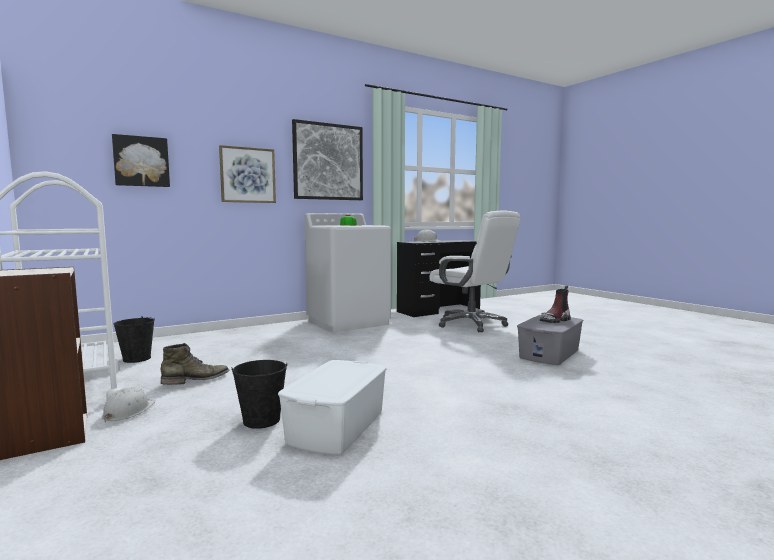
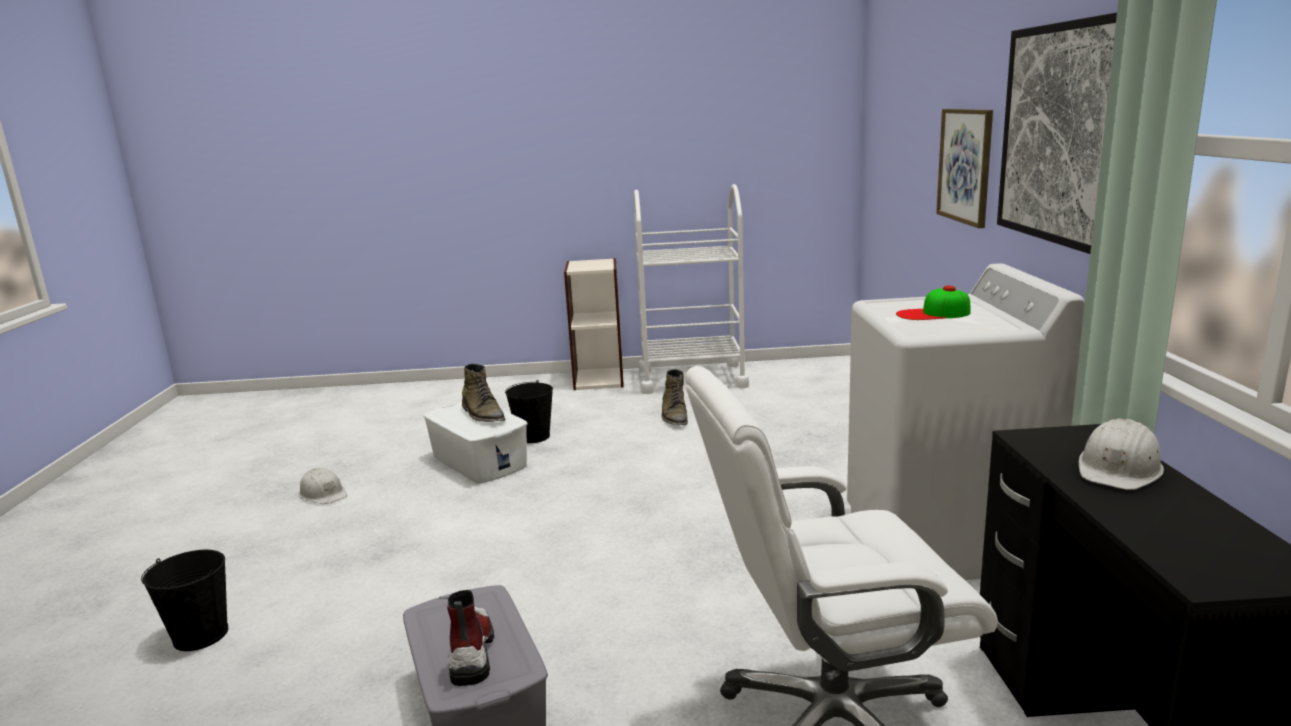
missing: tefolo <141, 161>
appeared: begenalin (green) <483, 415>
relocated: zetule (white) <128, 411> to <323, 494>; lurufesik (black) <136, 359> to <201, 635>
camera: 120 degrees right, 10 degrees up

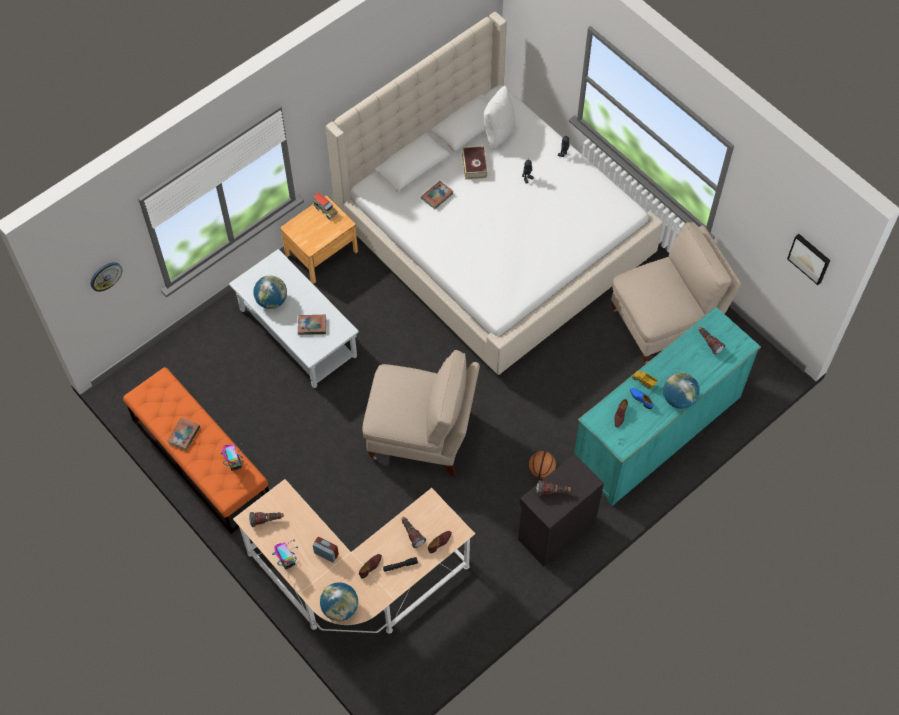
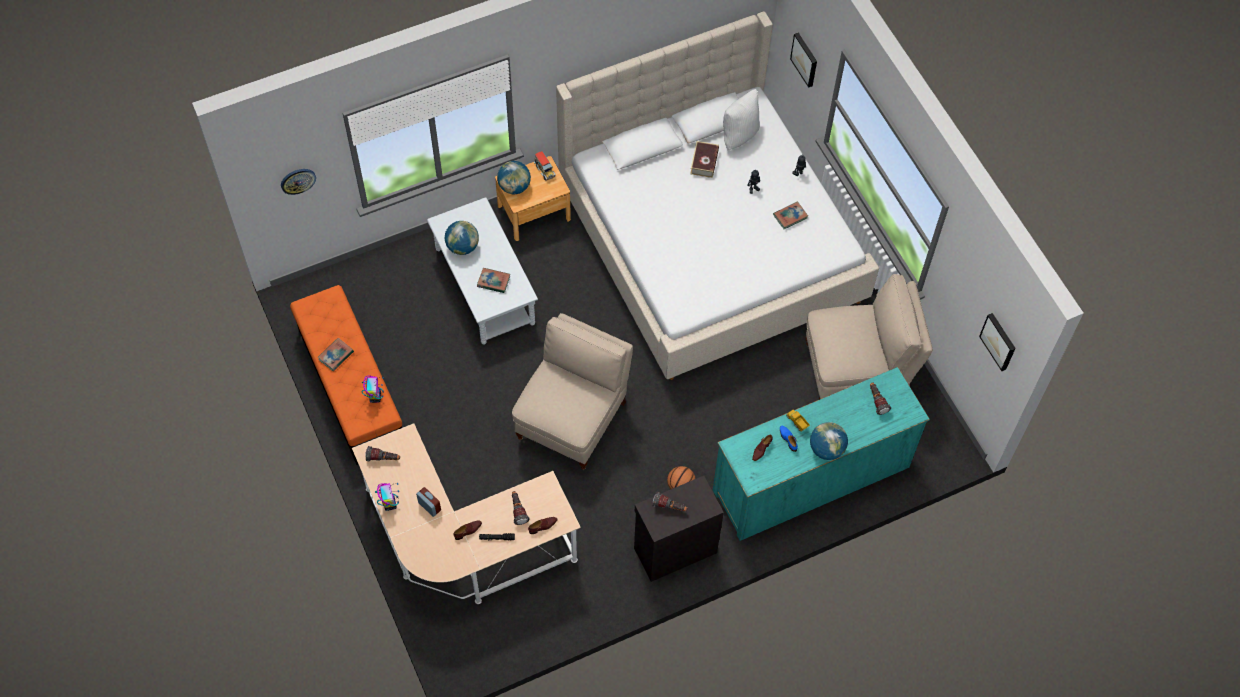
appeared: tefolo <805, 59>
relocated: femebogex <340, 608> to <514, 187>; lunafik <437, 196> to <790, 216>
spun: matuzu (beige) <421, 435> = <573, 419> 90 degrees counterclockwise
camera: 15 degrees right, 0 degrees up

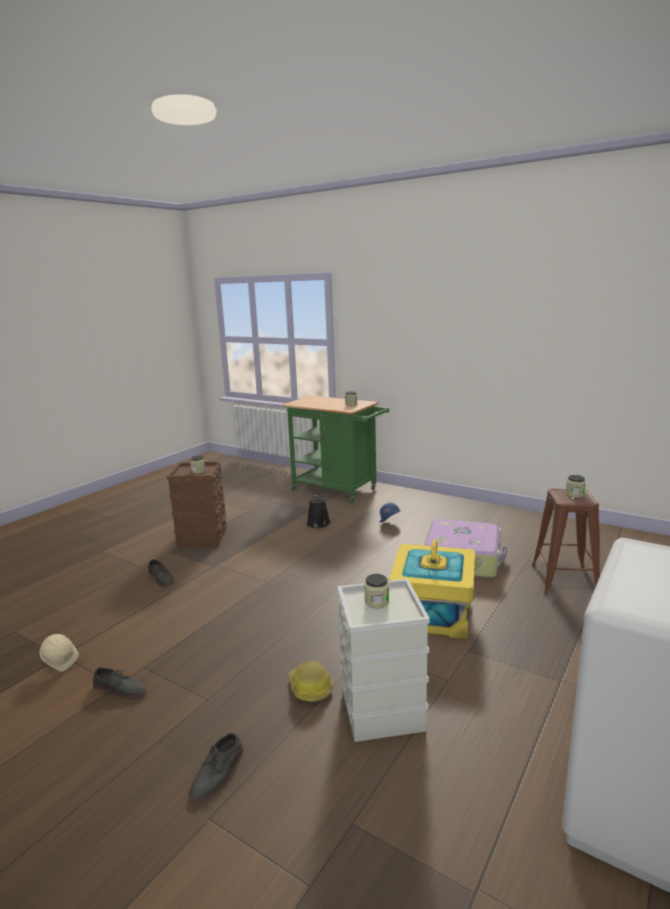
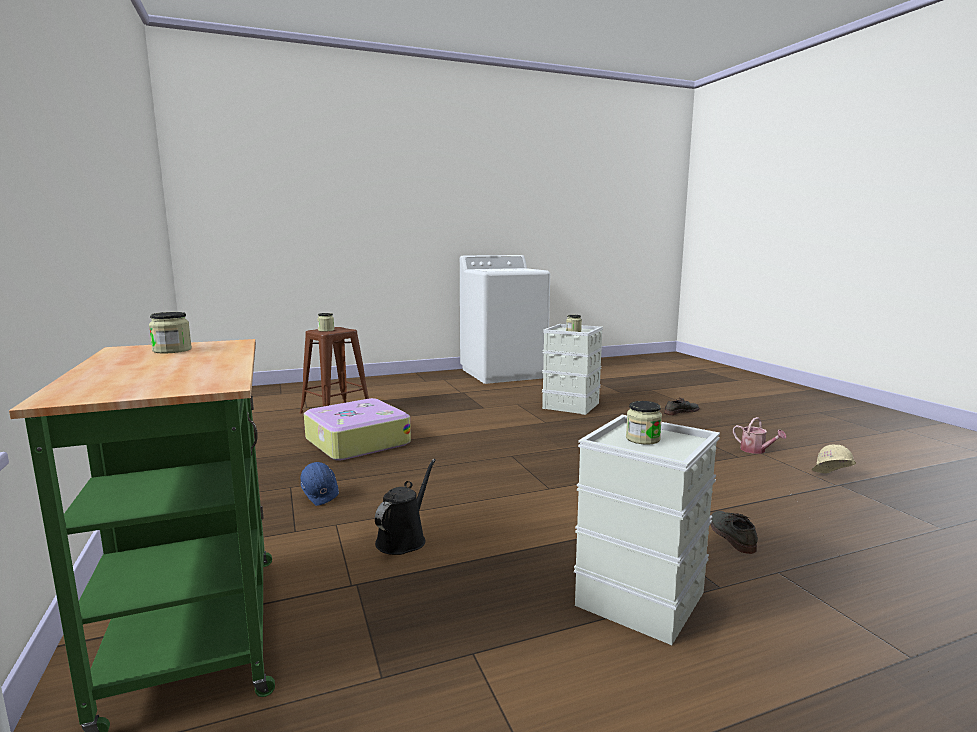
missing: zetule <309, 688>; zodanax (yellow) <432, 614>
exchanged: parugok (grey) <120, 688> to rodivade <756, 450>
colour: zodanax (brown) <203, 537> to zodanax (grey) <638, 599>
camera: 145 degrees left, 5 degrees down

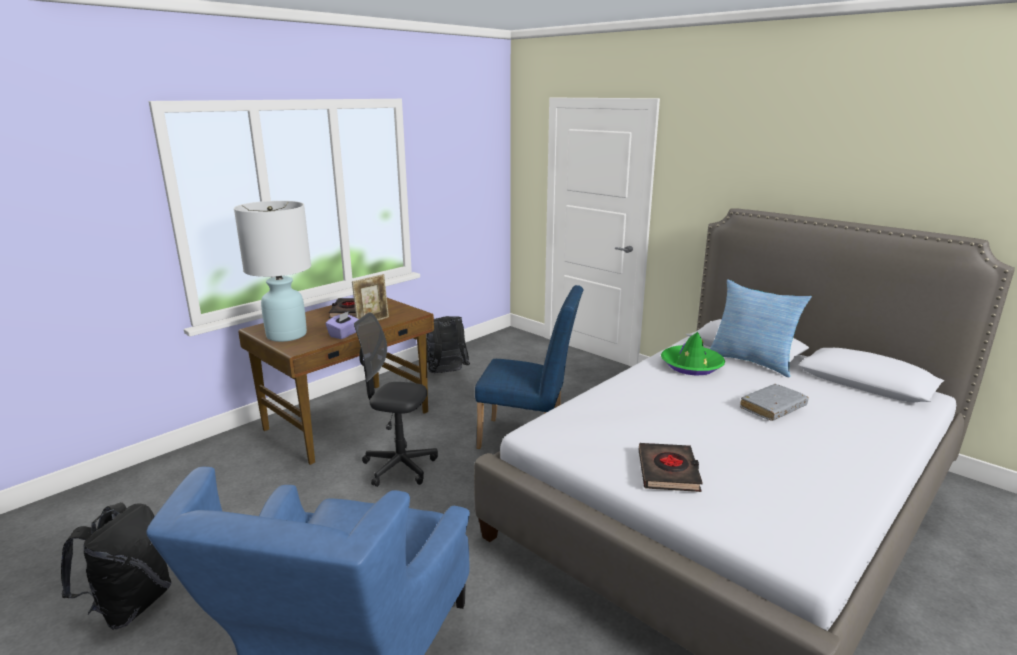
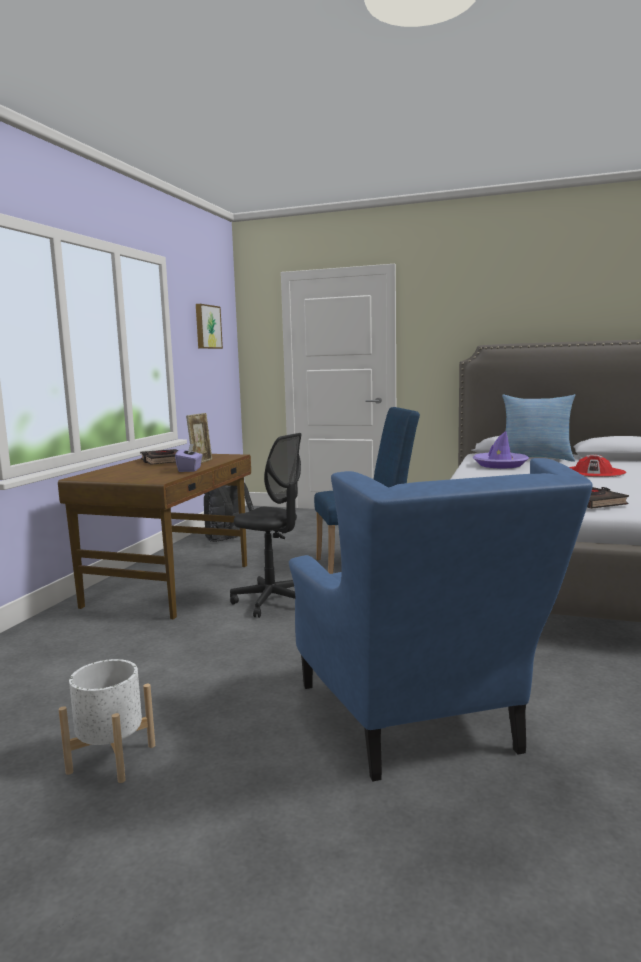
missing: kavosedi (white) <286, 335>
appeared: tefolo <207, 327>
exchanged: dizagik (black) <131, 605> to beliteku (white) <111, 759>; lunafik (grey) <772, 408> to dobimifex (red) <593, 472>
colour: dobimifex (green) <691, 366> to dobimifex (purple) <500, 465>
spun: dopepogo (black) <399, 467> = <272, 602> 135 degrees counterclockwise
camera: 25 degrees left, 10 degrees down

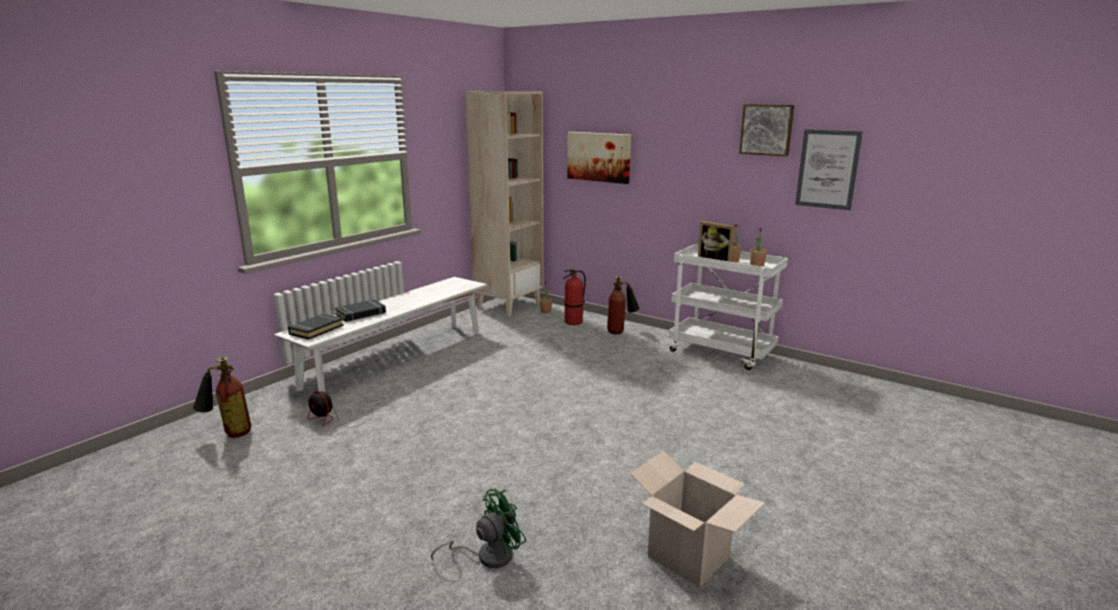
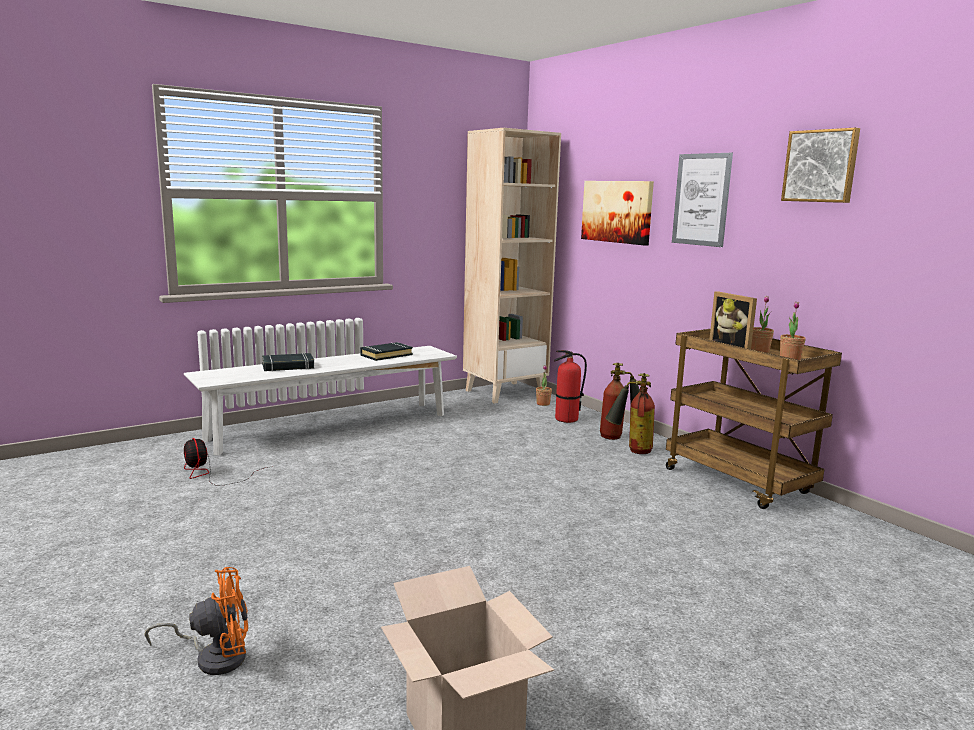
relocated: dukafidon <228, 433> to <630, 450>; lunafik (black) <316, 330> to <386, 355>; tefolo <827, 169> to <701, 199>
colour: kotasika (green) <487, 556> to kotasika (orange) <214, 657>; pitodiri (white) <722, 353> to pitodiri (brown) <739, 482>
camera: 20 degrees right, 5 degrees down

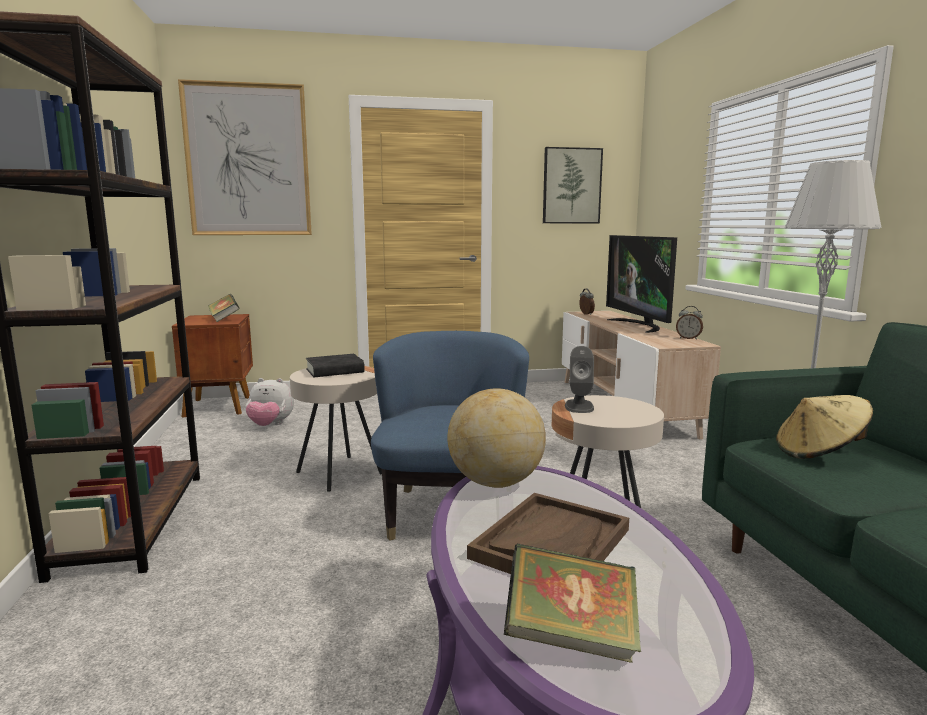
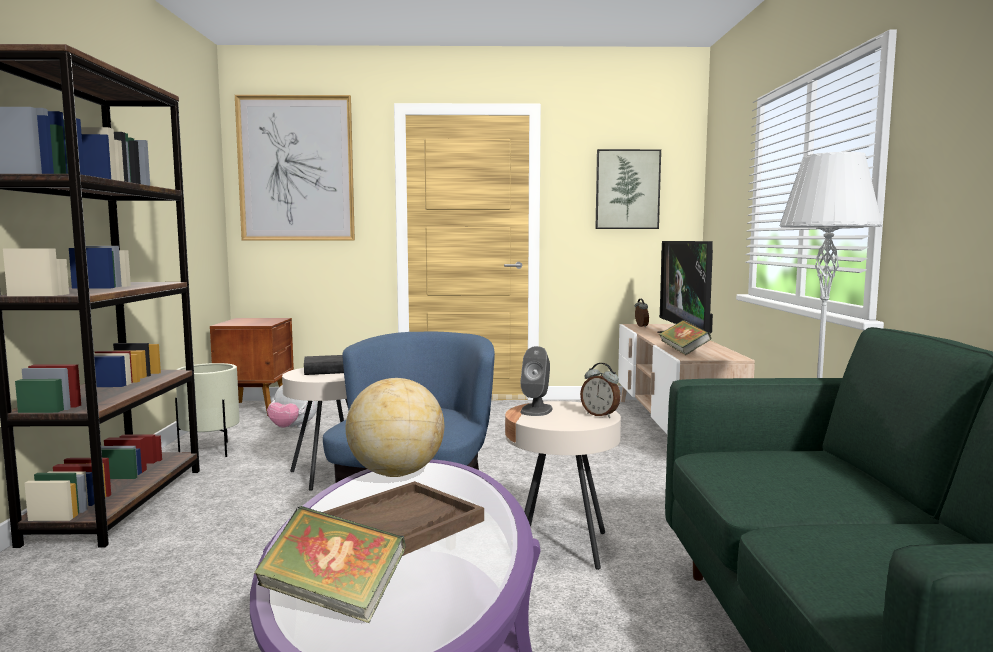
missing: dobimifex (beige) <819, 453>
appeared: beliteku (beige) <211, 451>
relocated: lunafik <224, 319> to <683, 351>; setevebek <688, 338> to <600, 415>
camera: 10 degrees right, 5 degrees down

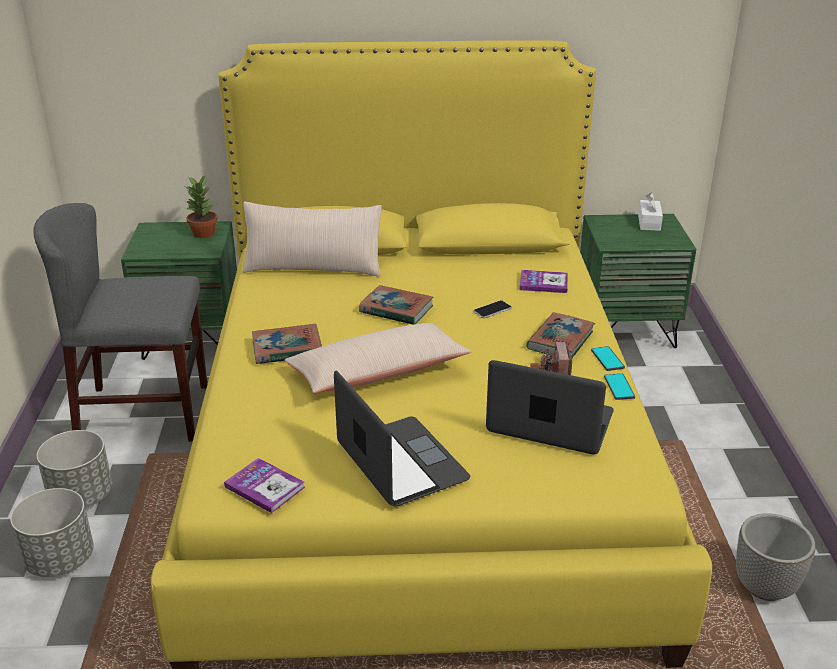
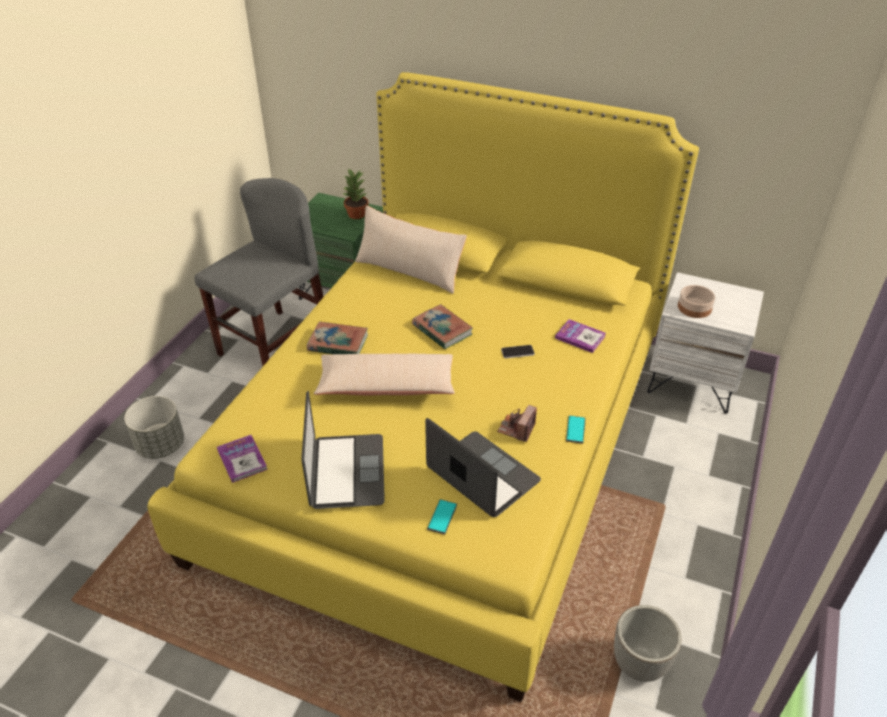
missing: beliteku (grey) <81, 496>; lunafik <560, 340>; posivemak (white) <649, 222>
appeared: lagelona <694, 307>
relocated: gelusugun <619, 387> to <442, 517>
colour: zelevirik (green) <625, 329> to zelevirik (white) <692, 381>
spun: matuzu (grey) <144, 414> = <275, 346> 105 degrees clockwise
camera: 25 degrees right, 10 degrees up

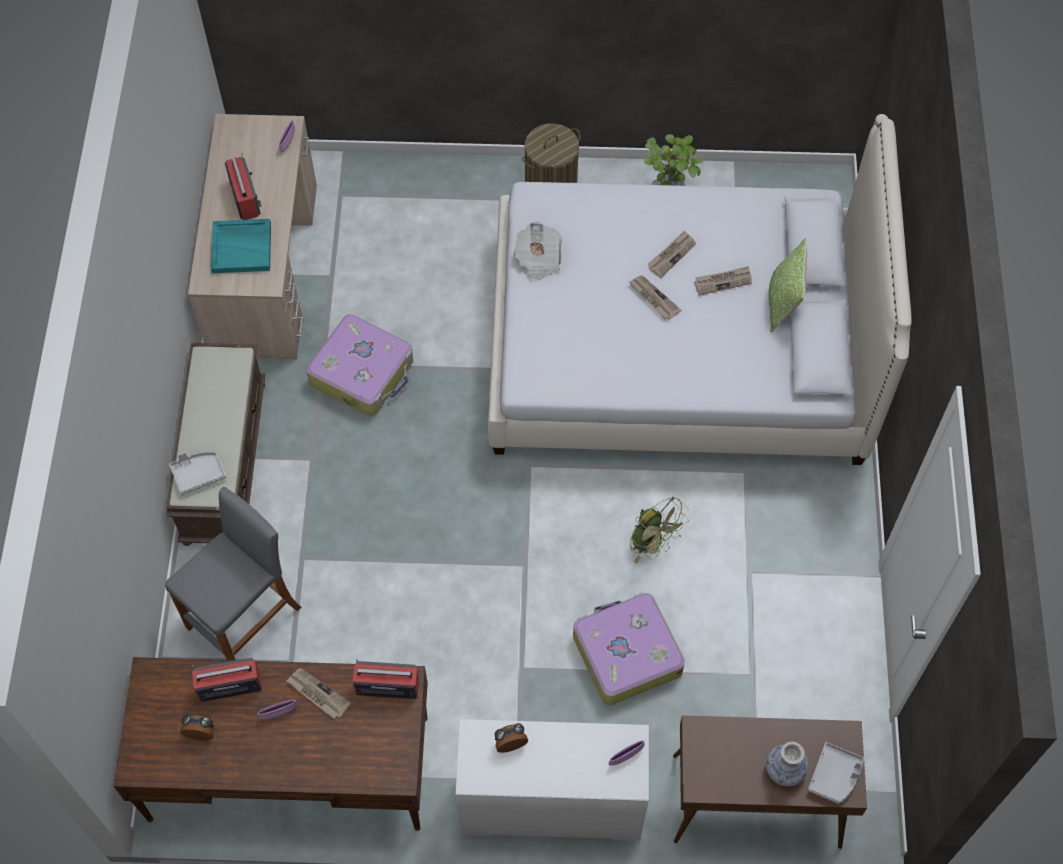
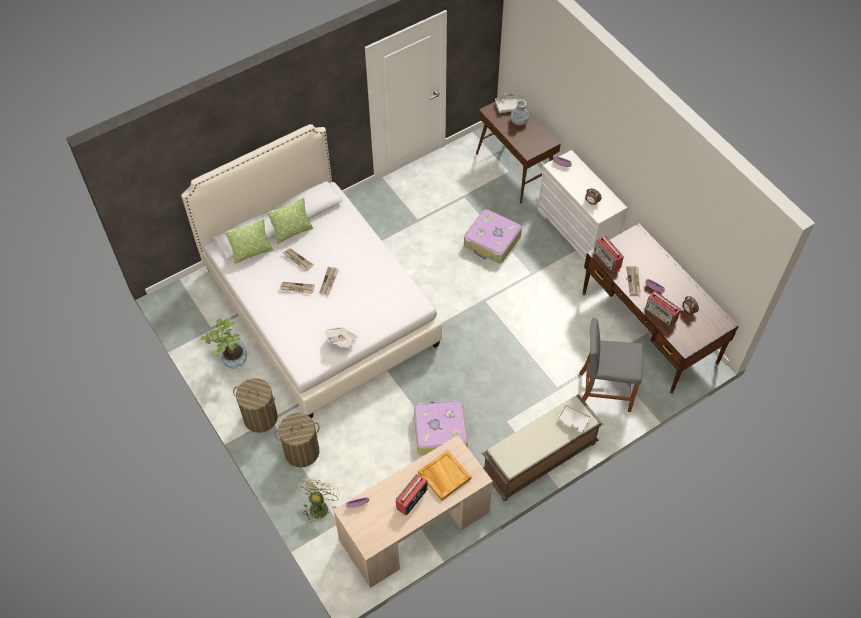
appeared: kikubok <252, 252>; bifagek <302, 452>
relocated: kotasika (green) <653, 543> to <319, 505>
colour: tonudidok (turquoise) <242, 247> to tonudidok (beige) <444, 476>
camera: 125 degrees left, 5 degrees down

